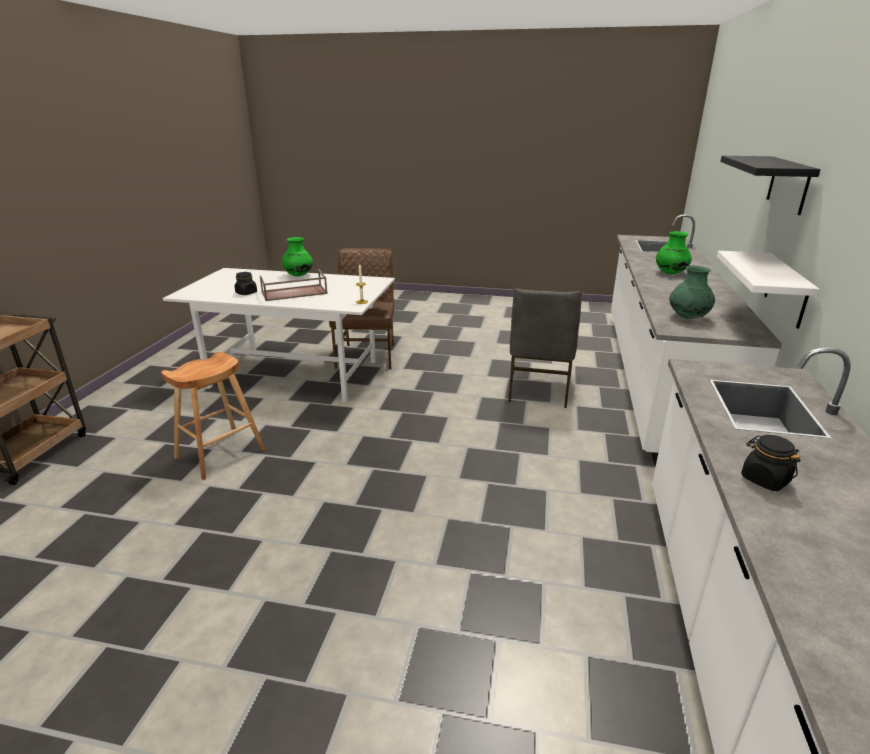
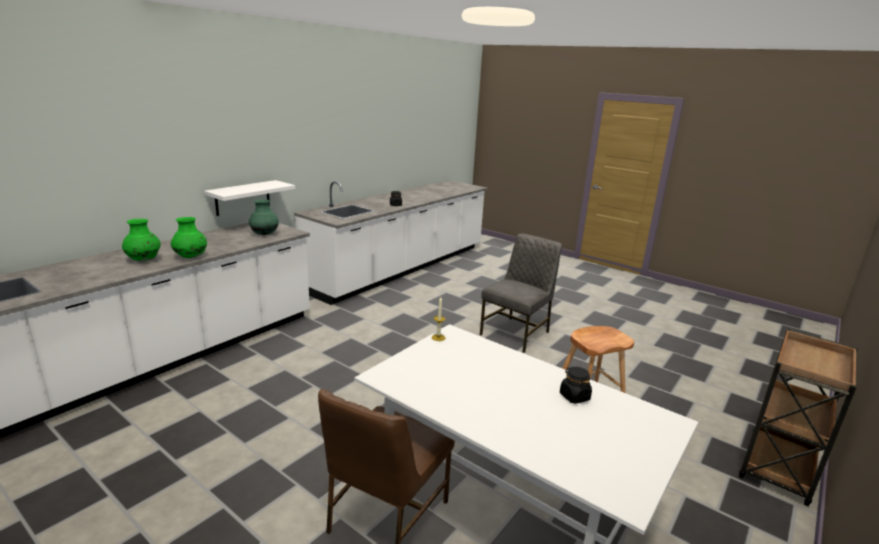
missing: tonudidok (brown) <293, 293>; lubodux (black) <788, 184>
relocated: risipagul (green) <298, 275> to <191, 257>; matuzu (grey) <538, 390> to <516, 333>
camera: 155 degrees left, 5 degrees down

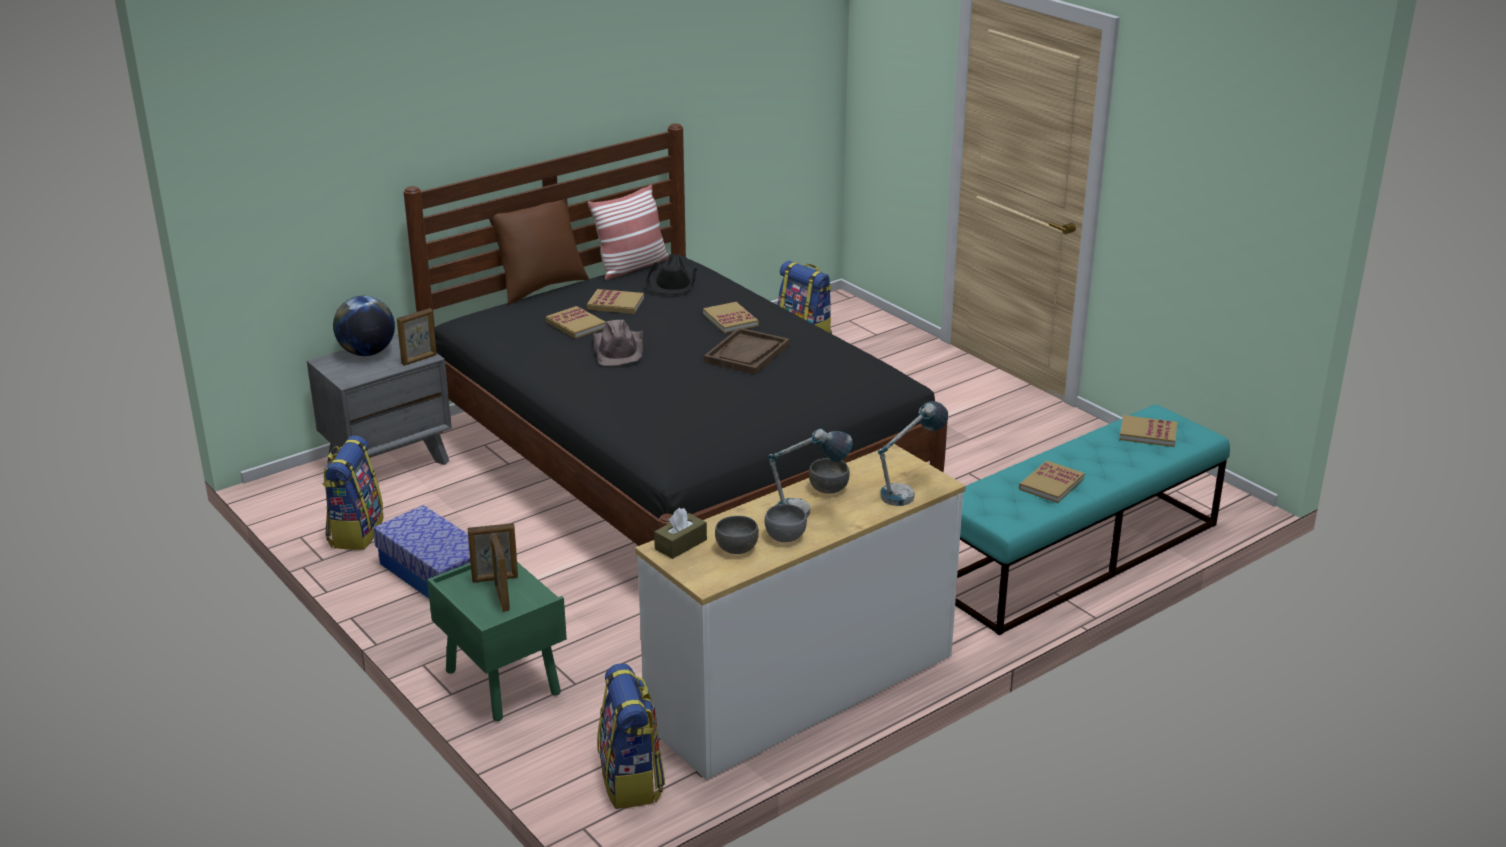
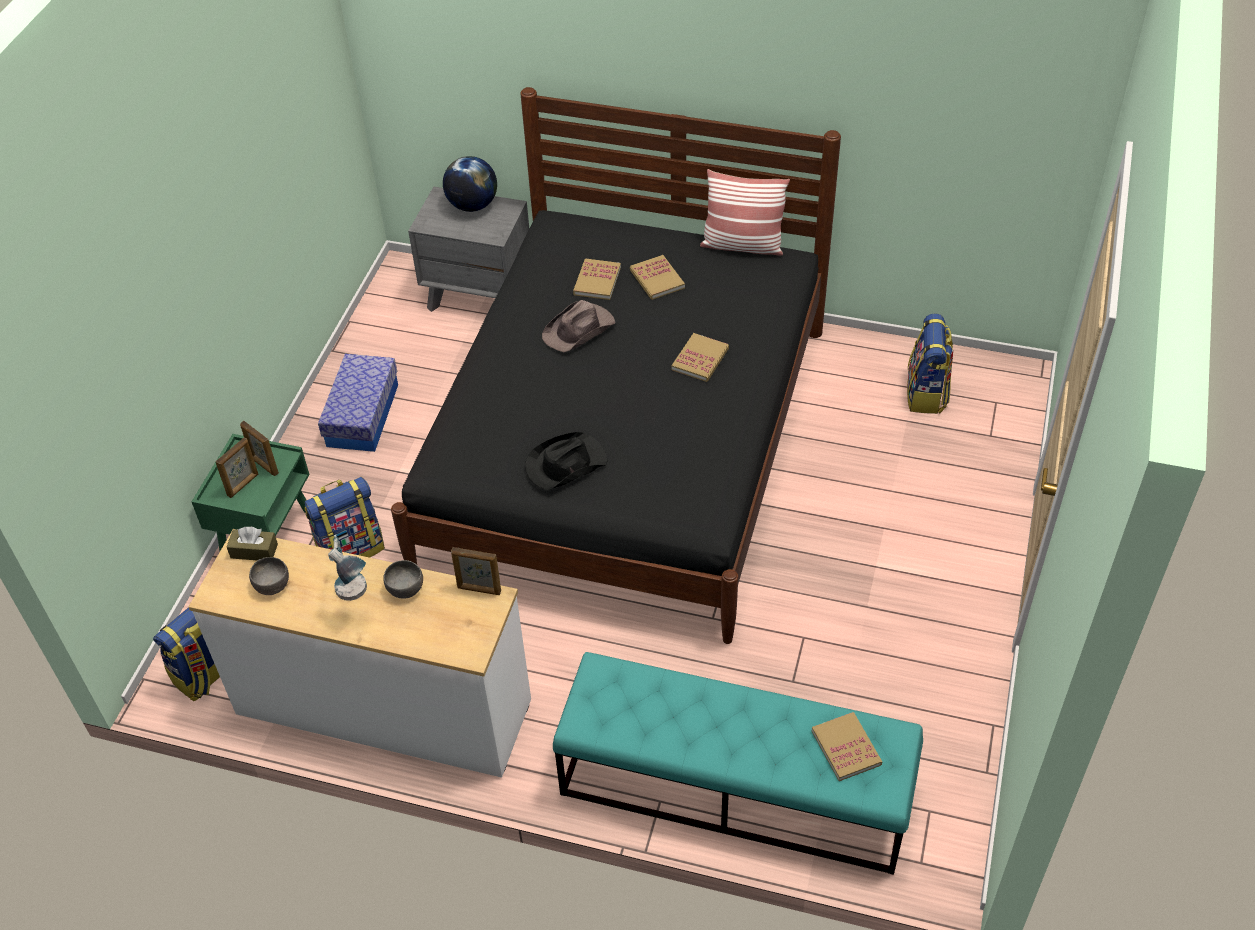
missing: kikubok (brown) <540, 287>; tonudidok (brown) <747, 354>; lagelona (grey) <785, 536>; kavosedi <908, 492>; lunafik <1051, 484>
relocated: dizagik <355, 532> to <351, 548>; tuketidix <419, 359> to <479, 590>; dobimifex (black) <672, 282> to <565, 464>
camera: 55 degrees right, 20 degrees up

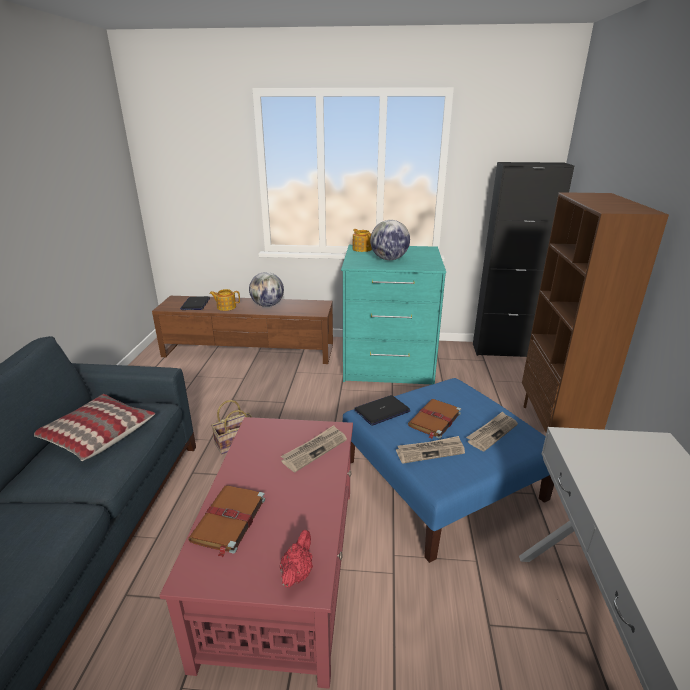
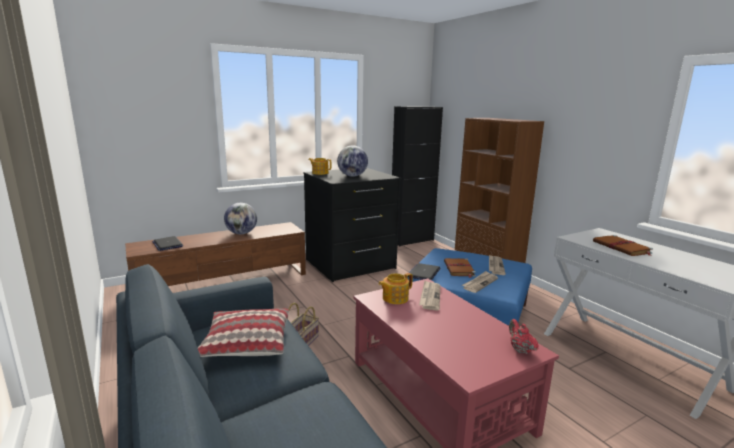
relocated: lunafik (brown) <228, 521> to <622, 248>; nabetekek <226, 307> to <394, 298>
colour: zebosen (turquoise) <388, 365> to zebosen (black) <350, 264>
camera: 35 degrees left, 10 degrees down

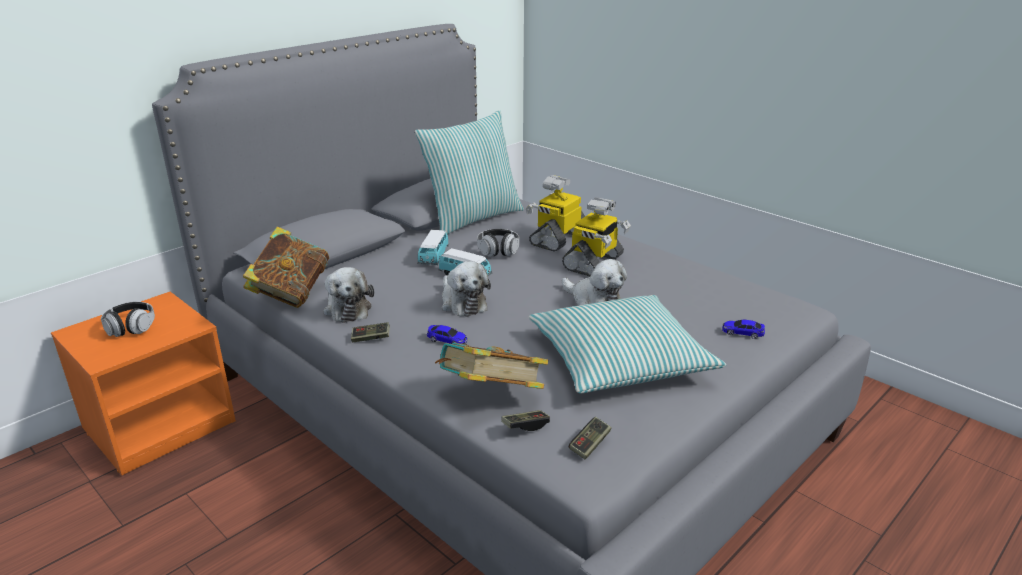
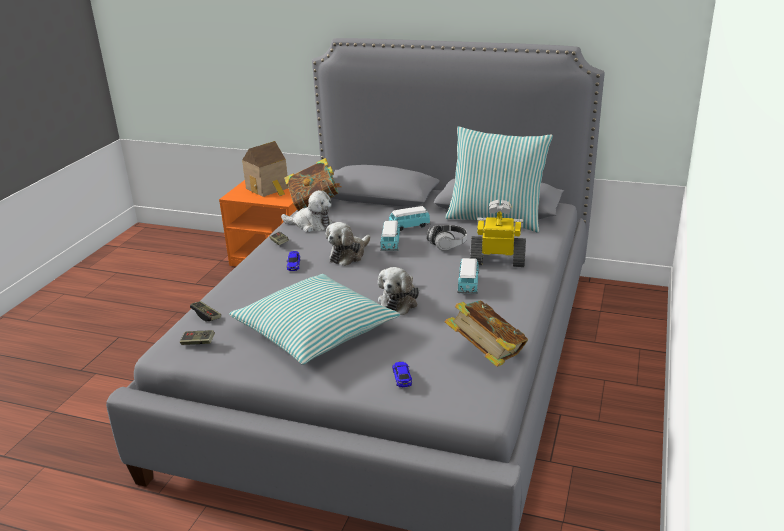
relocated: lunafik <491, 396> to <486, 356>
exchanged: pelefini <131, 328> to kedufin <268, 189>; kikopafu <594, 263> to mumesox <468, 285>
spun: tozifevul <347, 308> = <310, 225> 120 degrees counterclockwise
camera: 65 degrees right, 0 degrees up

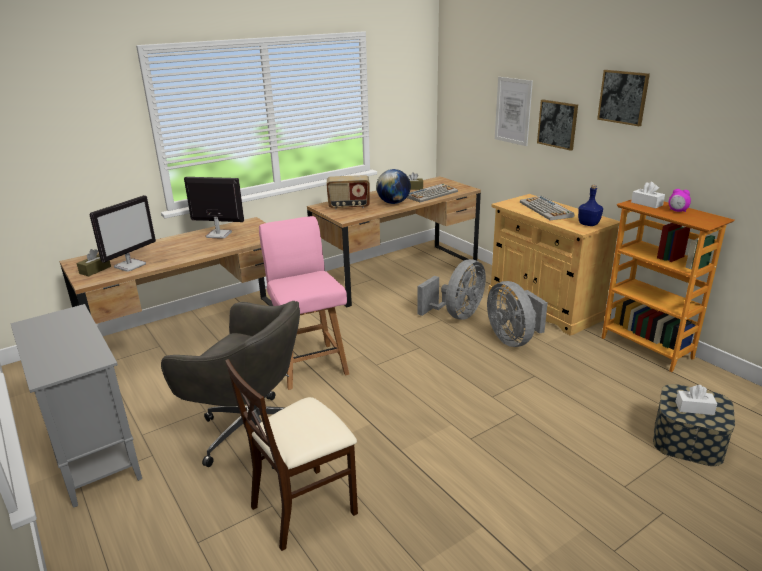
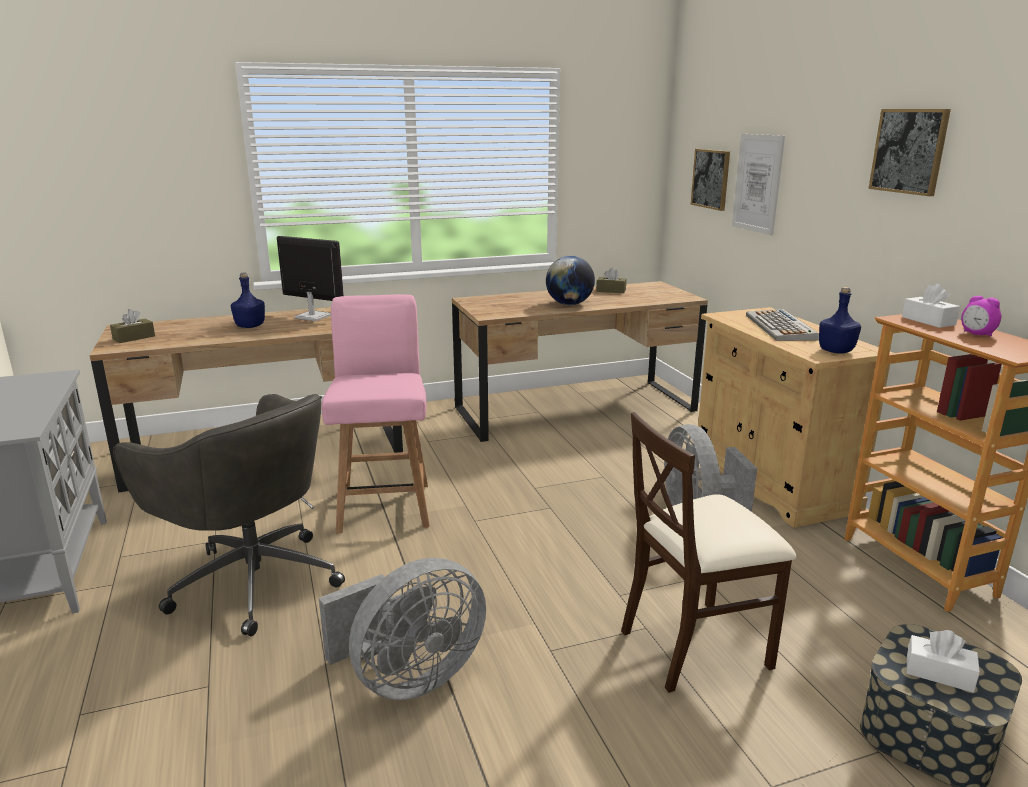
missing: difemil <130, 265>; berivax <349, 206>; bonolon <431, 194>
appeared: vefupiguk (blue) <250, 326>
relocated: matuzu (beige) <304, 507> to <695, 645>; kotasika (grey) <457, 315> to <409, 678>; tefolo <557, 124> to <711, 179>
camera: 15 degrees right, 5 degrees down

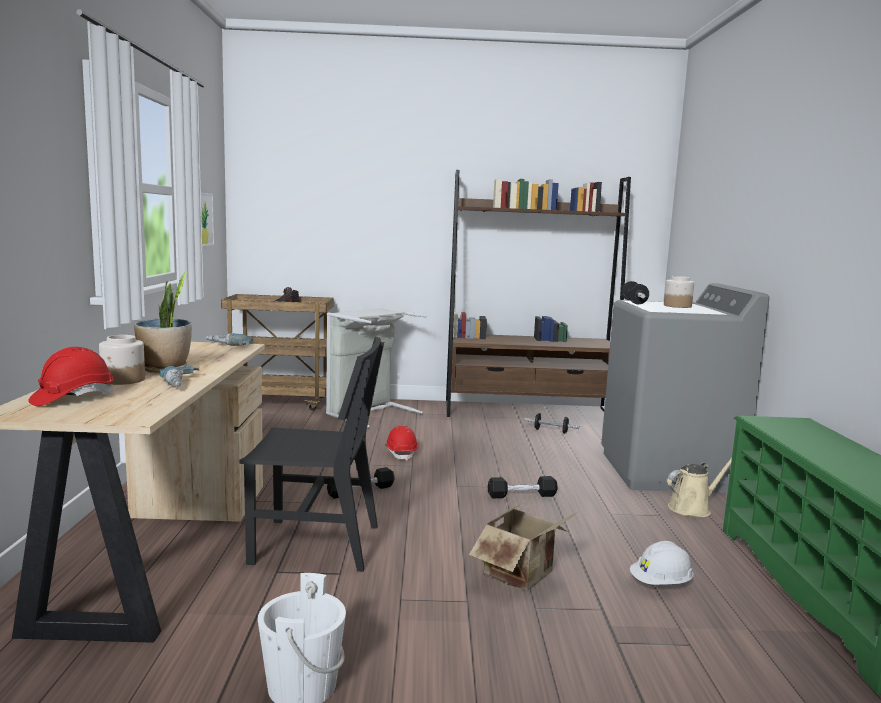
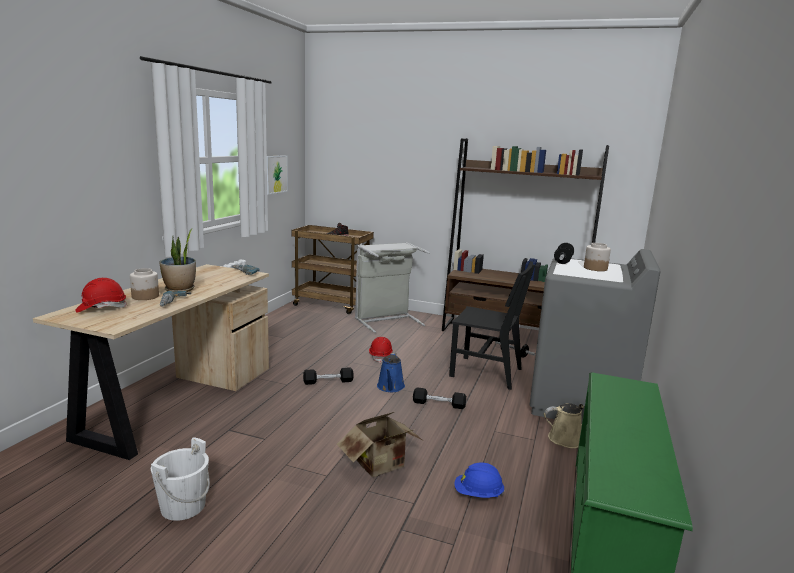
appeared: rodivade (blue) <390, 387>
relocated: matuzu (black) <316, 544> to <486, 372>
colour: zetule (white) <661, 584> to zetule (blue) <478, 494>
camera: 20 degrees right, 5 degrees up

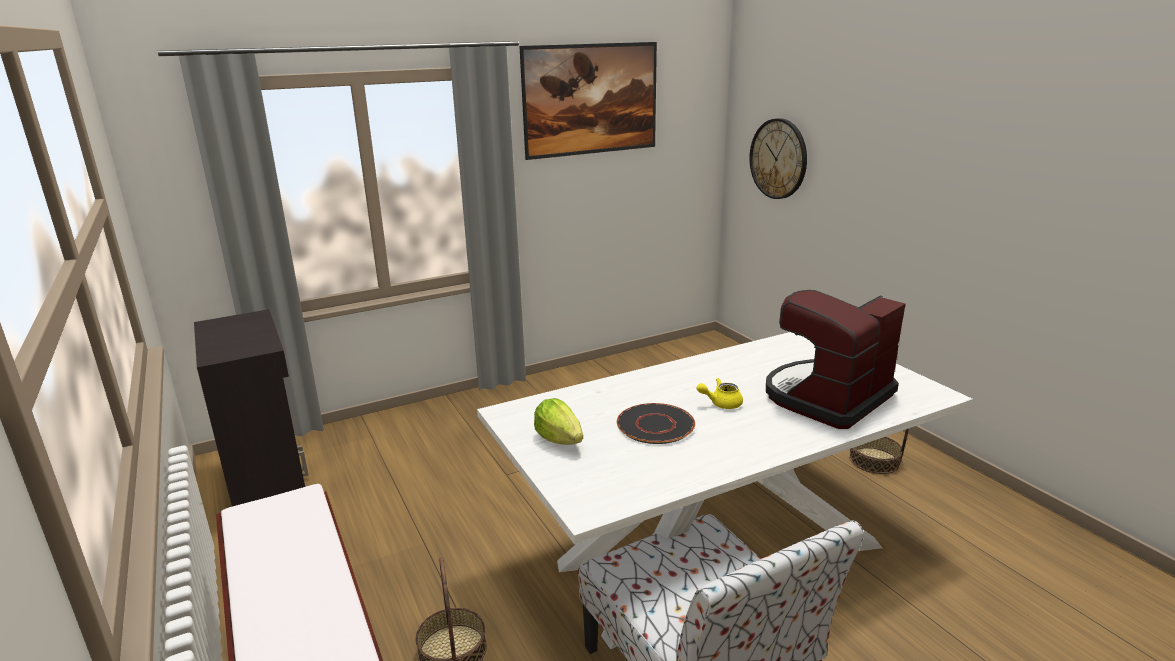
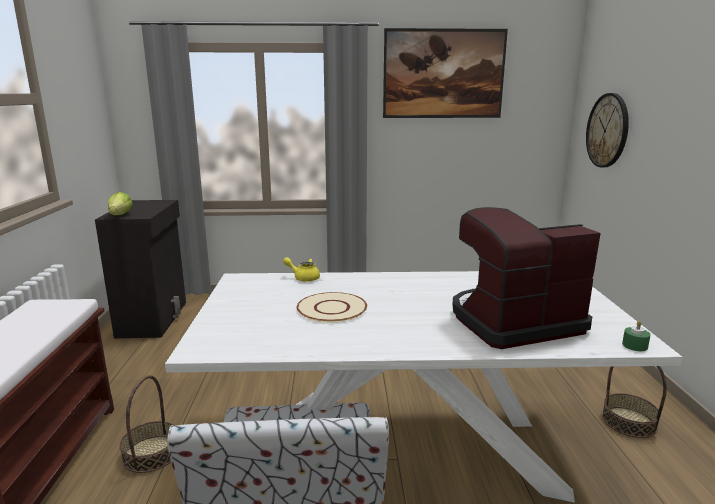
appeared: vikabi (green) <634, 345>
relocated: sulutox <559, 439> to <120, 215>; nabetekek (yellow) <721, 403> to <303, 278>
colour: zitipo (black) <655, 425> to zitipo (beige) <331, 308>
camera: 25 degrees right, 5 degrees down

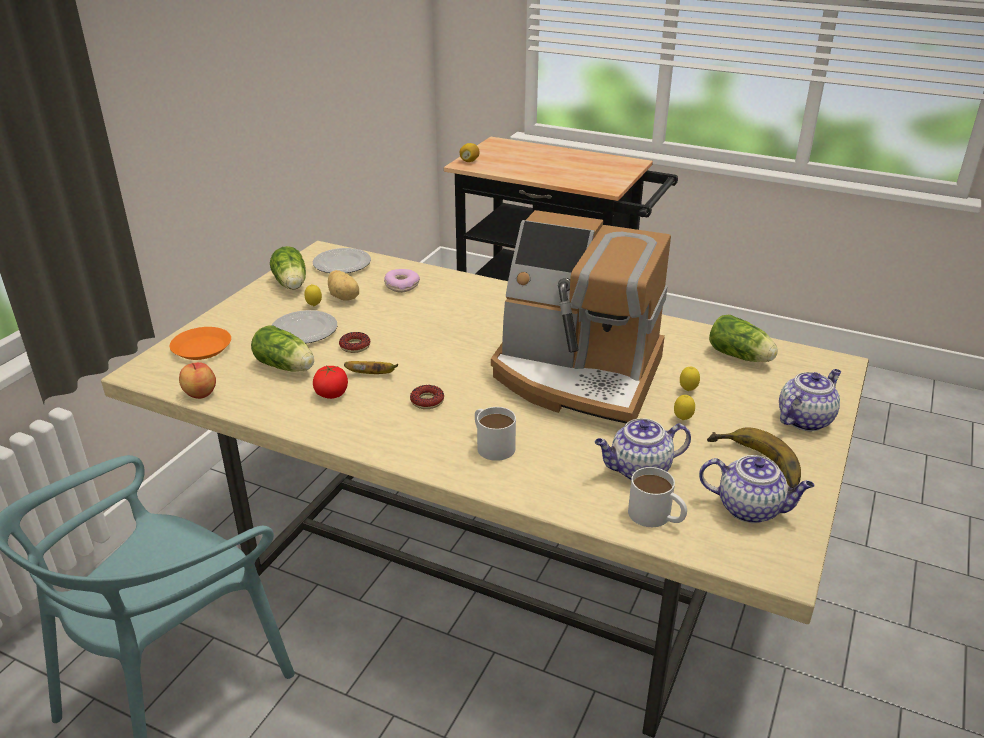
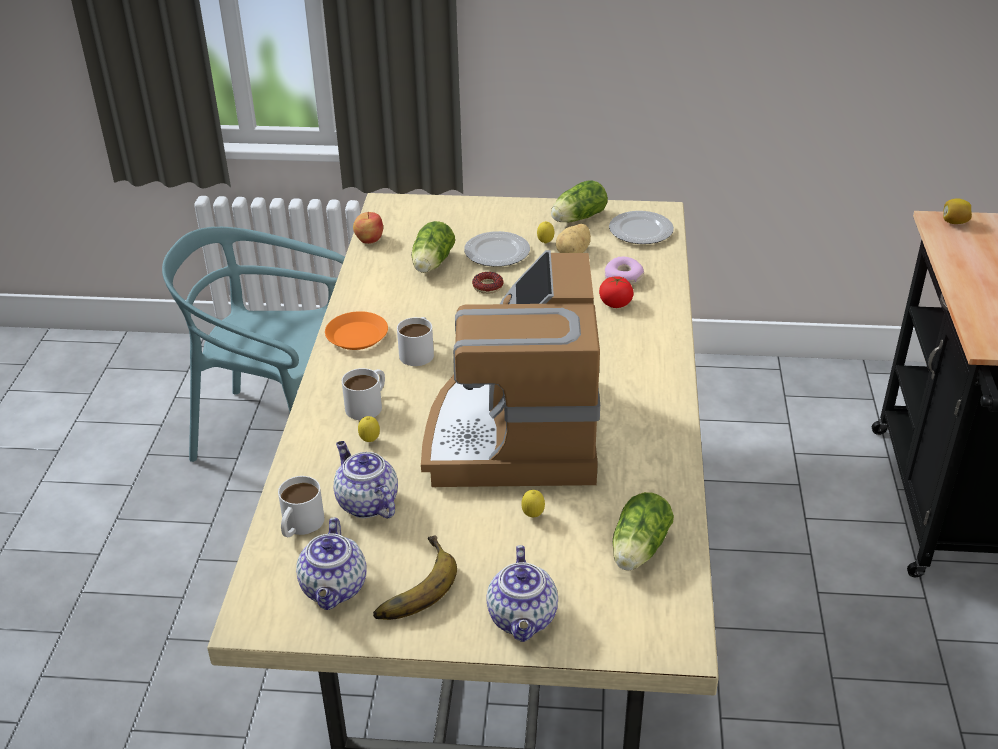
missing: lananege <372, 374>
relocated: zitipo (orange) <201, 348> to <356, 336>; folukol <331, 394> to <615, 303>; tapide <682, 419> to <370, 441>
exchanged: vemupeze <427, 401> to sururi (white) <419, 351>
spun: nabetekek <805, 419> = <523, 619> 60 degrees clockwise
camera: 70 degrees right, 5 degrees up

